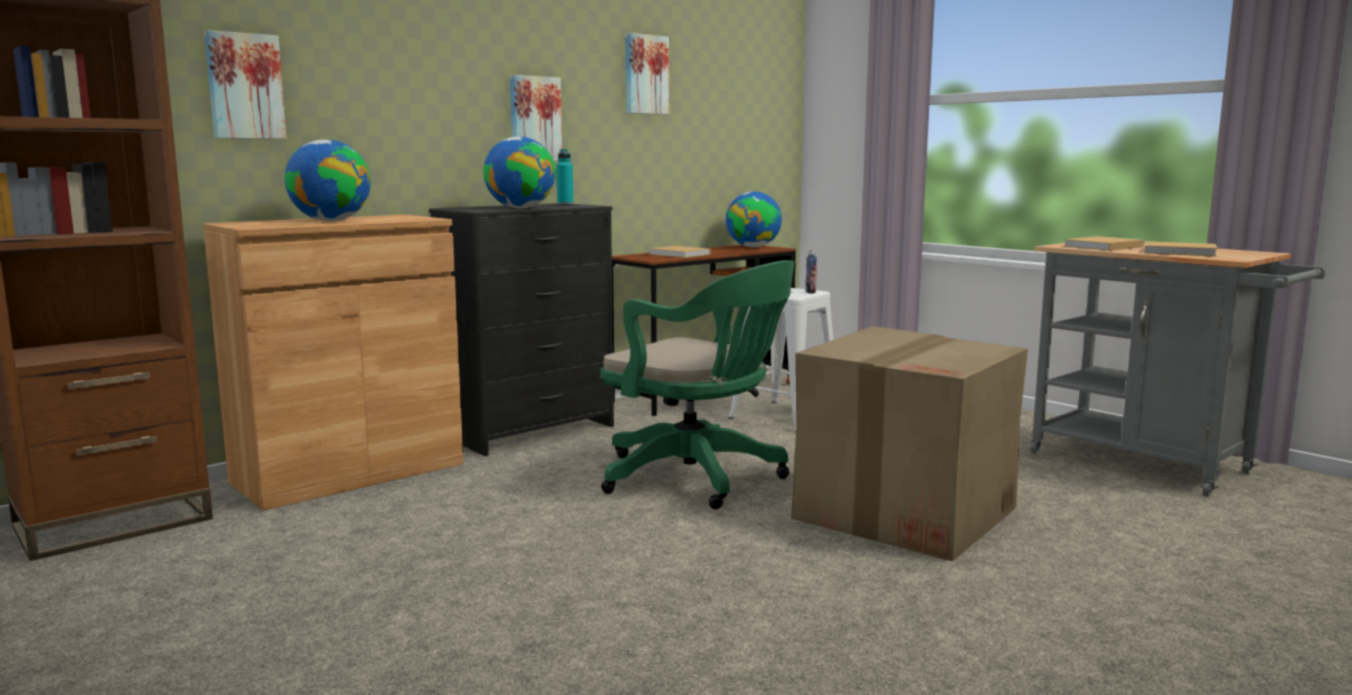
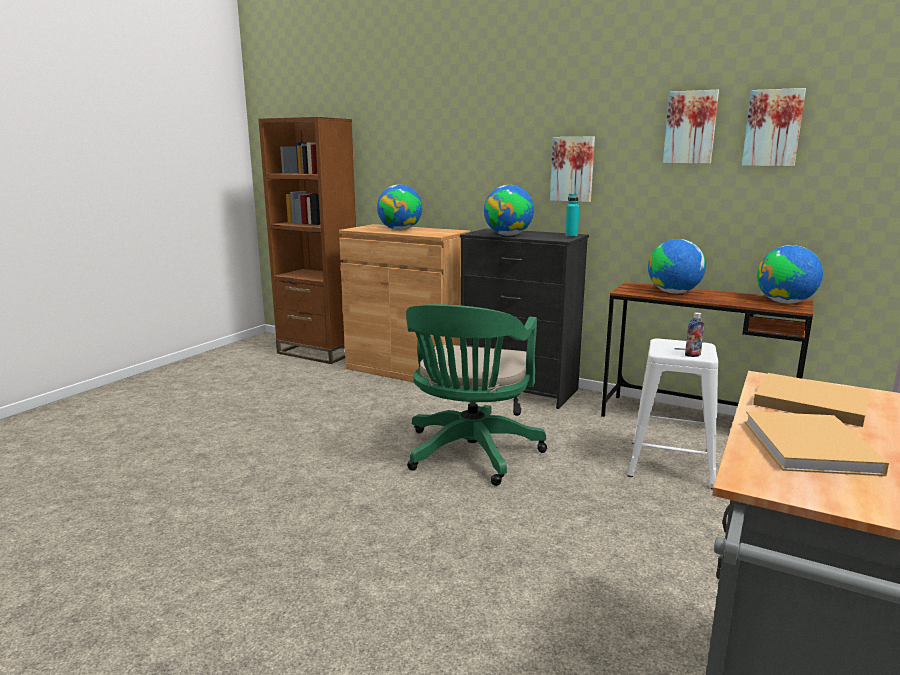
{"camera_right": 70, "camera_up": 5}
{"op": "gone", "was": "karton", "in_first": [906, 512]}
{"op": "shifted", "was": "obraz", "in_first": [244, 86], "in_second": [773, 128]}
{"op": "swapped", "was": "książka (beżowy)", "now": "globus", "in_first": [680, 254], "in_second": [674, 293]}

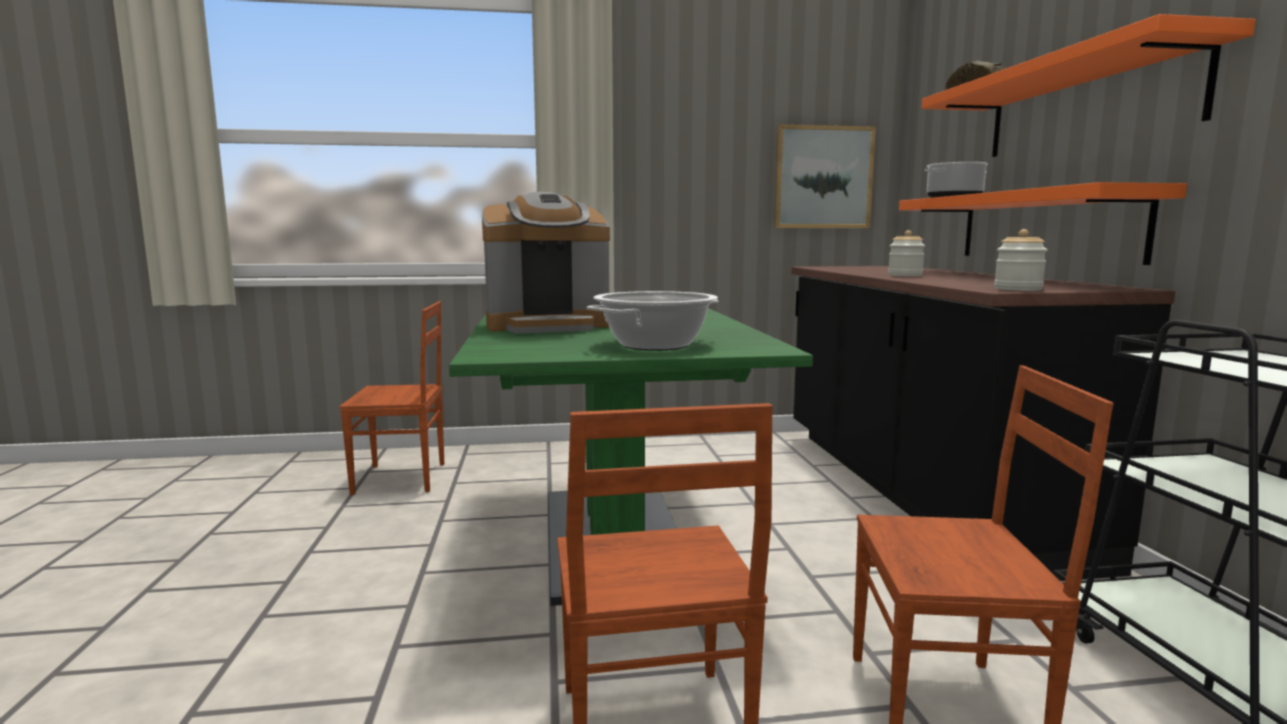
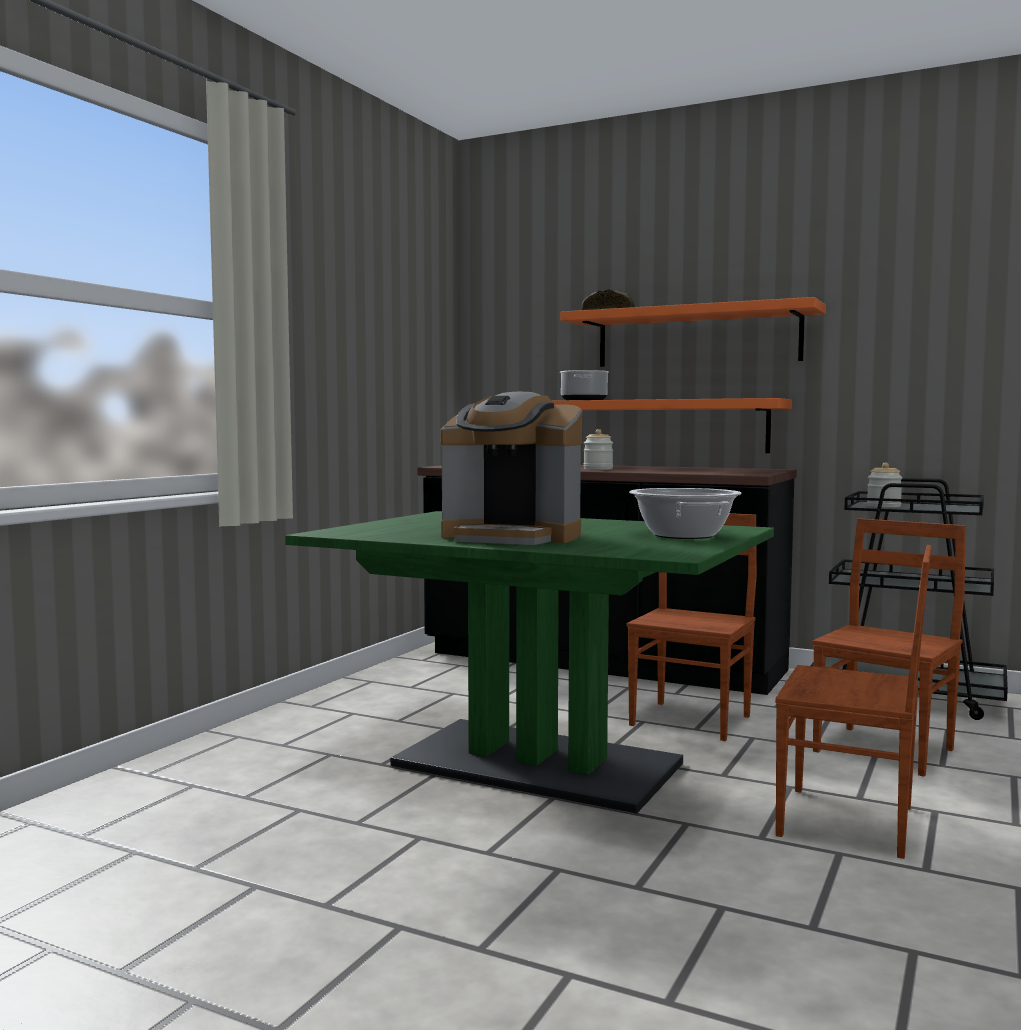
{"camera_right": -55, "camera_up": -5}
{"op": "gone", "was": "obraz", "in_first": [822, 178]}
{"op": "shifted", "was": "krzesło (brązowy)", "in_first": [401, 479], "in_second": [692, 720]}
{"op": "shifted", "was": "słoik", "in_first": [1017, 289], "in_second": [883, 506]}
{"op": "rotated", "was": "ekspres do kawy", "in_first": [548, 326], "in_second": [512, 537], "clockwise": 90}

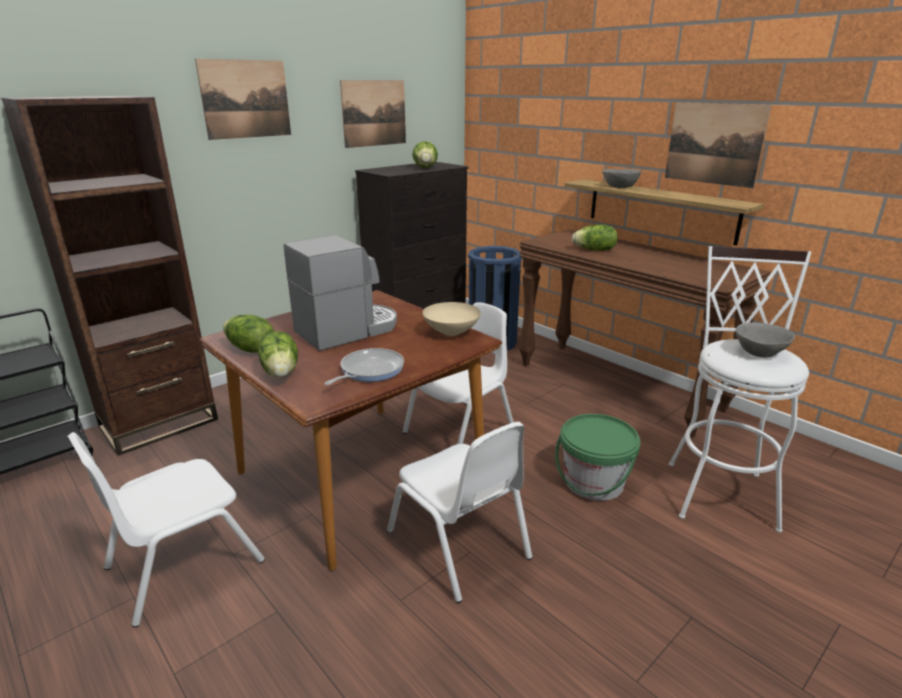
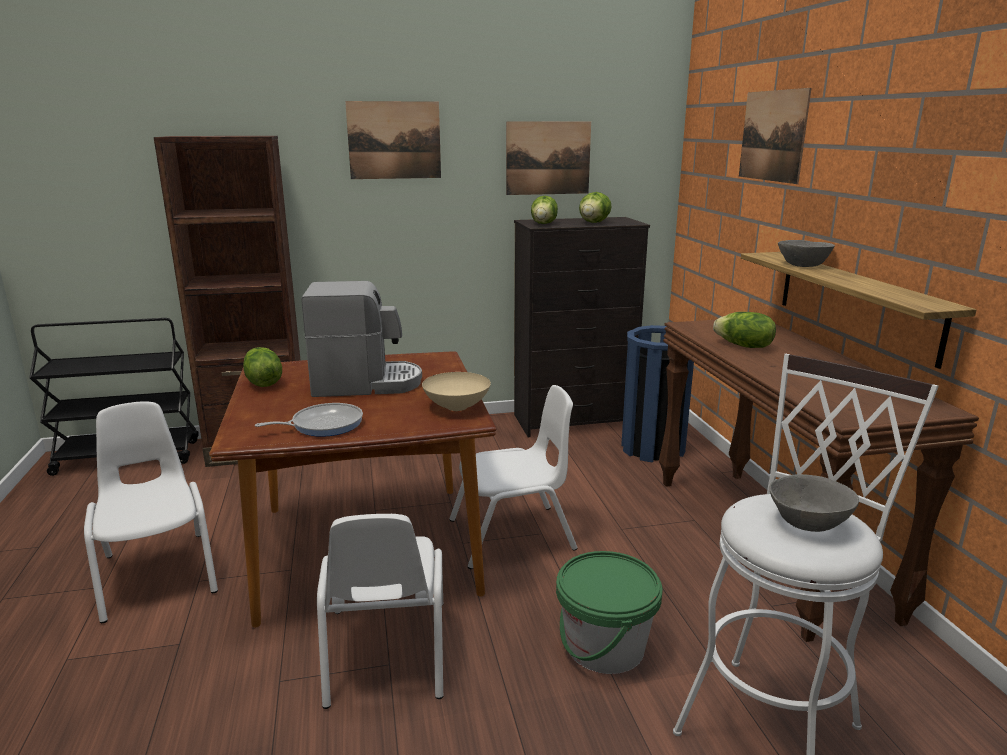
{"camera_right": 30, "camera_up": -5}
{"op": "shifted", "was": "sałata", "in_first": [281, 372], "in_second": [544, 224]}
{"op": "shifted", "was": "obraz", "in_first": [714, 144], "in_second": [772, 136]}
{"op": "rotated", "was": "krzesło (biały)", "in_first": [183, 564], "in_second": [158, 574], "clockwise": 75}

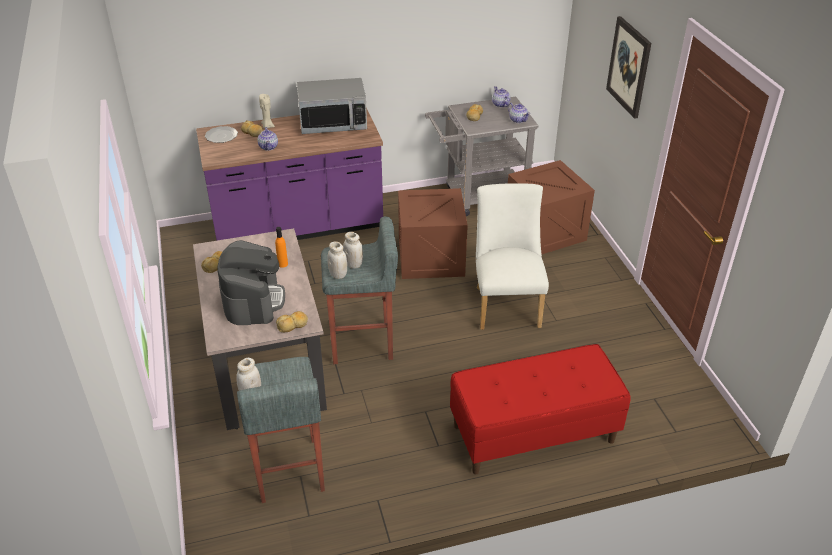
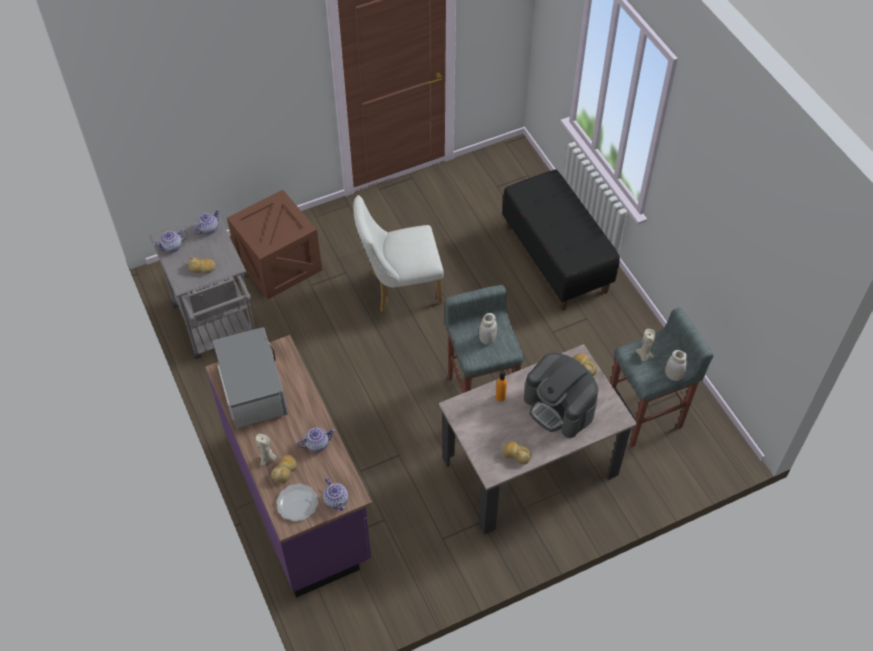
{"camera_right": -100, "camera_up": 15}
{"op": "gone", "was": "słoik (biały)", "in_first": [338, 275]}
{"op": "gone", "was": "skrzynka", "in_first": [431, 258]}
{"op": "gone", "was": "obraz", "in_first": [629, 67]}
{"op": "new", "now": "imbryk", "in_second": [336, 500]}
{"op": "new", "now": "świeca (beżowy)", "in_second": [644, 356]}
{"op": "repainted", "was": "ławka (czerwony)", "now": "ławka (czarny)", "in_first": [533, 434], "in_second": [556, 259]}
{"op": "rotated", "was": "ekspres do kawy", "in_first": [253, 300], "in_second": [559, 407], "clockwise": -120}

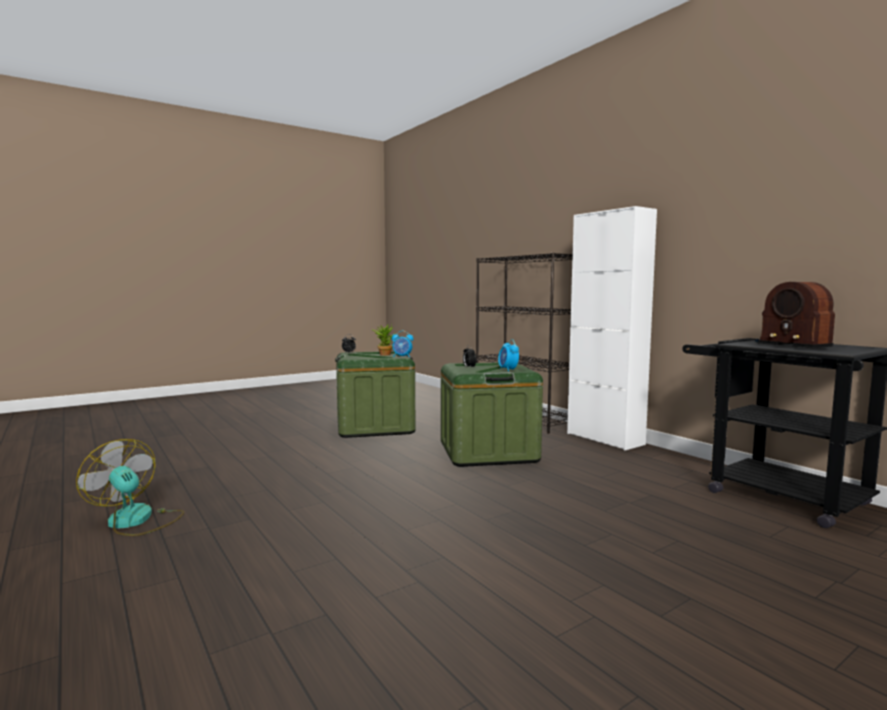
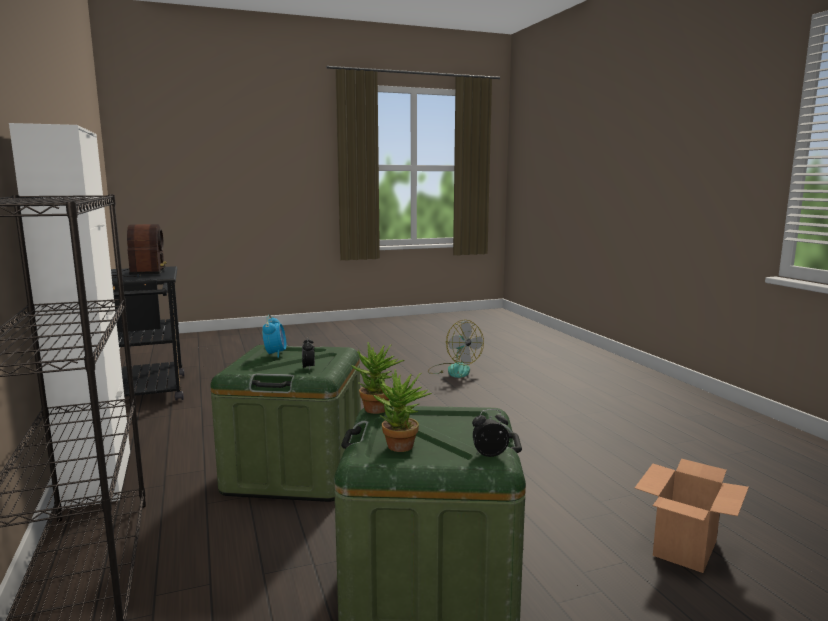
{"camera_right": -165, "camera_up": 5}
{"op": "new", "now": "karton", "in_second": [685, 548]}
{"op": "shifted", "was": "wentylator", "in_first": [136, 521], "in_second": [453, 370]}
{"op": "swapped", "was": "budzik", "now": "roślina doniczkowa", "in_first": [402, 357], "in_second": [377, 411]}

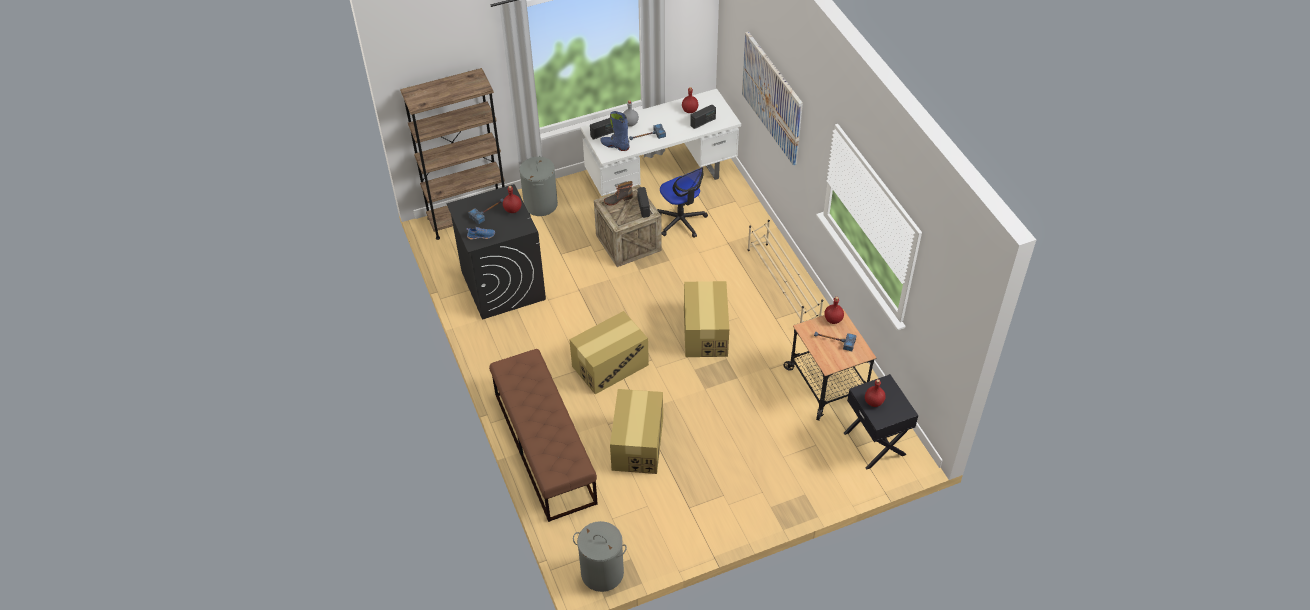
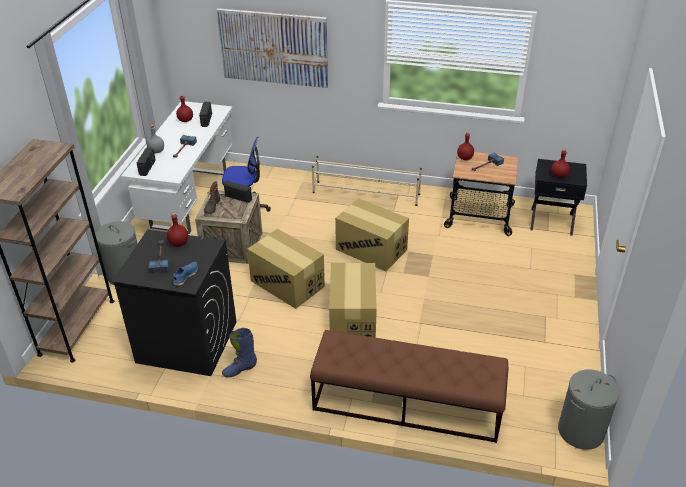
{"camera_right": -55, "camera_up": -10}
{"op": "shifted", "was": "but z cholewką (niebieski)", "in_first": [615, 145], "in_second": [239, 369]}
{"op": "shifted", "was": "karton", "in_first": [637, 444], "in_second": [287, 283]}

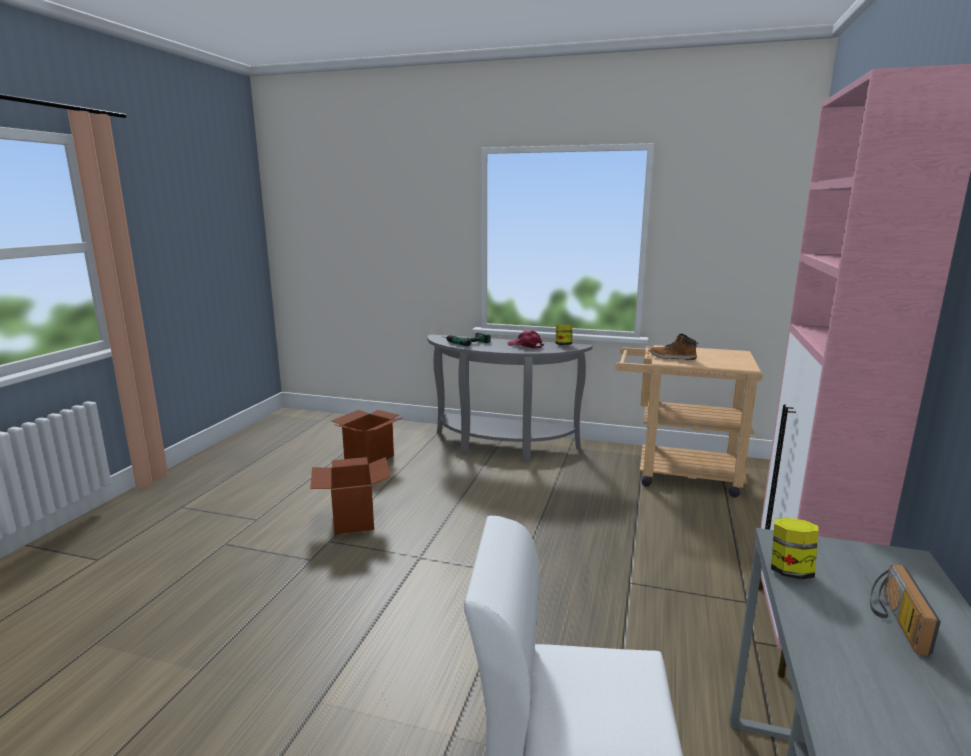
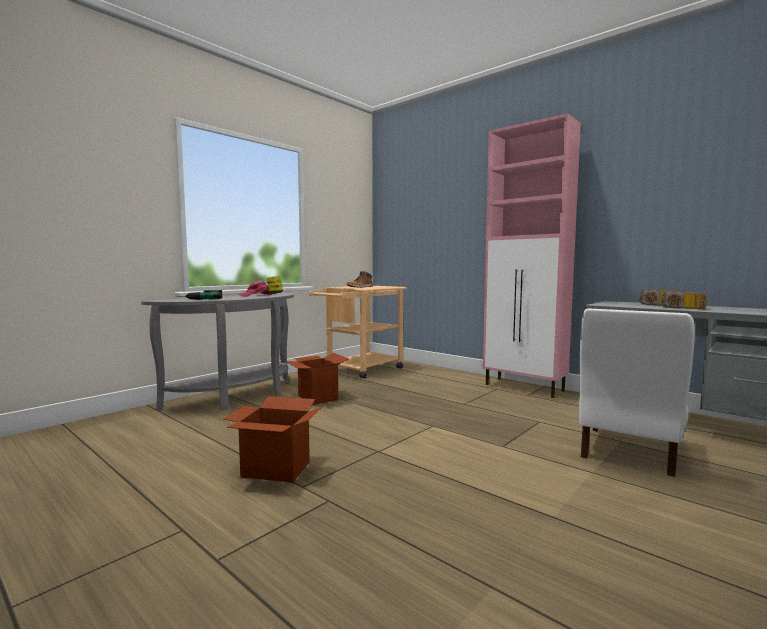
{"camera_right": -65, "camera_up": -10}
{"op": "gone", "was": "słoik", "in_first": [790, 571]}
{"op": "new", "now": "radio", "in_second": [682, 308]}
{"op": "shifted", "was": "karton", "in_first": [369, 459], "in_second": [317, 398]}

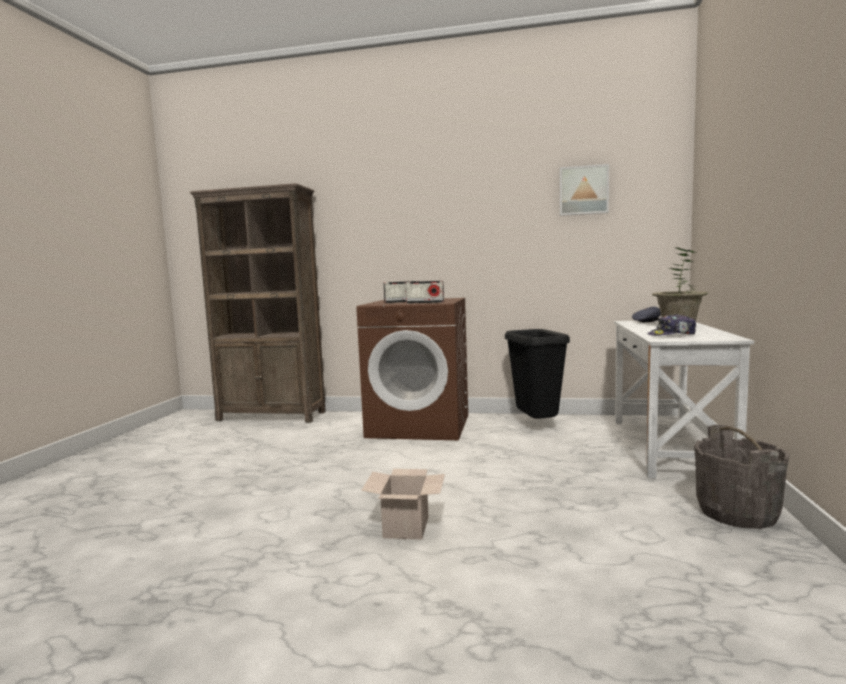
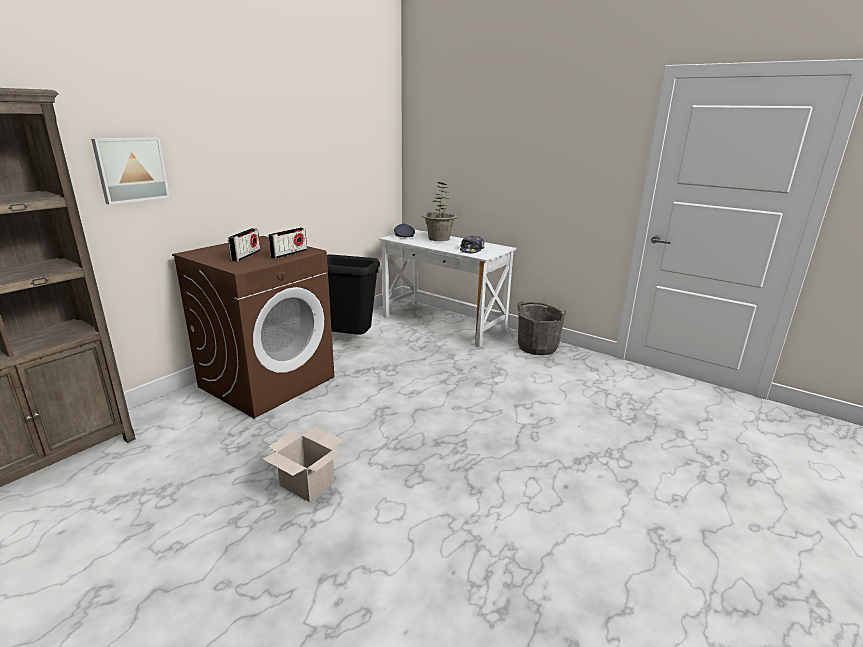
{"camera_right": -65, "camera_up": 15}
{"op": "shifted", "was": "karton", "in_first": [407, 527], "in_second": [308, 484]}
{"op": "shifted", "was": "obraz", "in_first": [583, 190], "in_second": [131, 169]}

